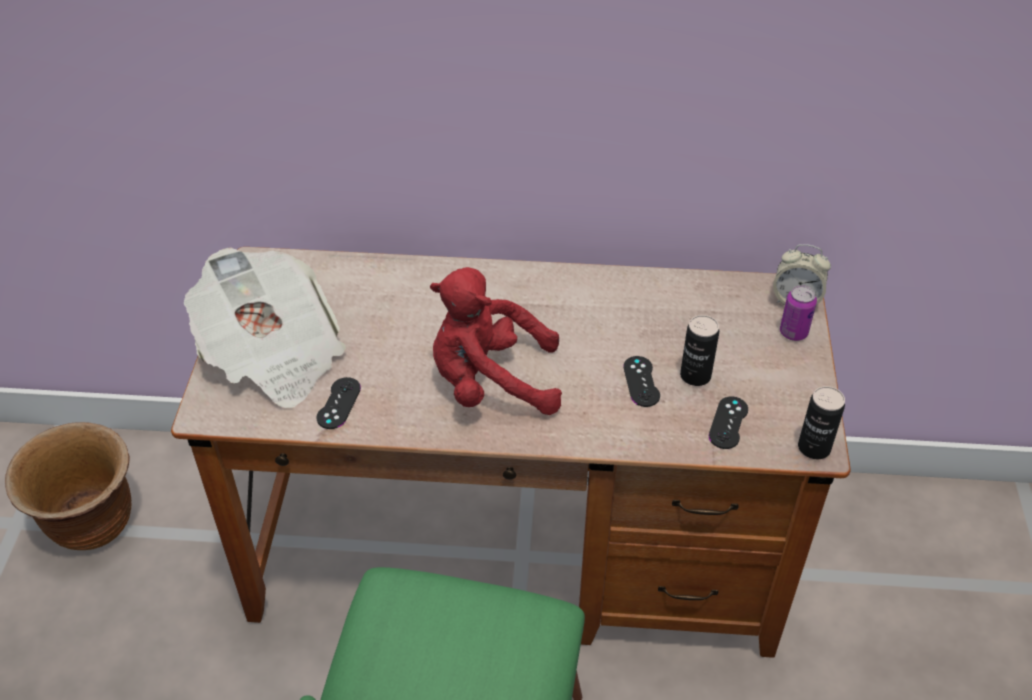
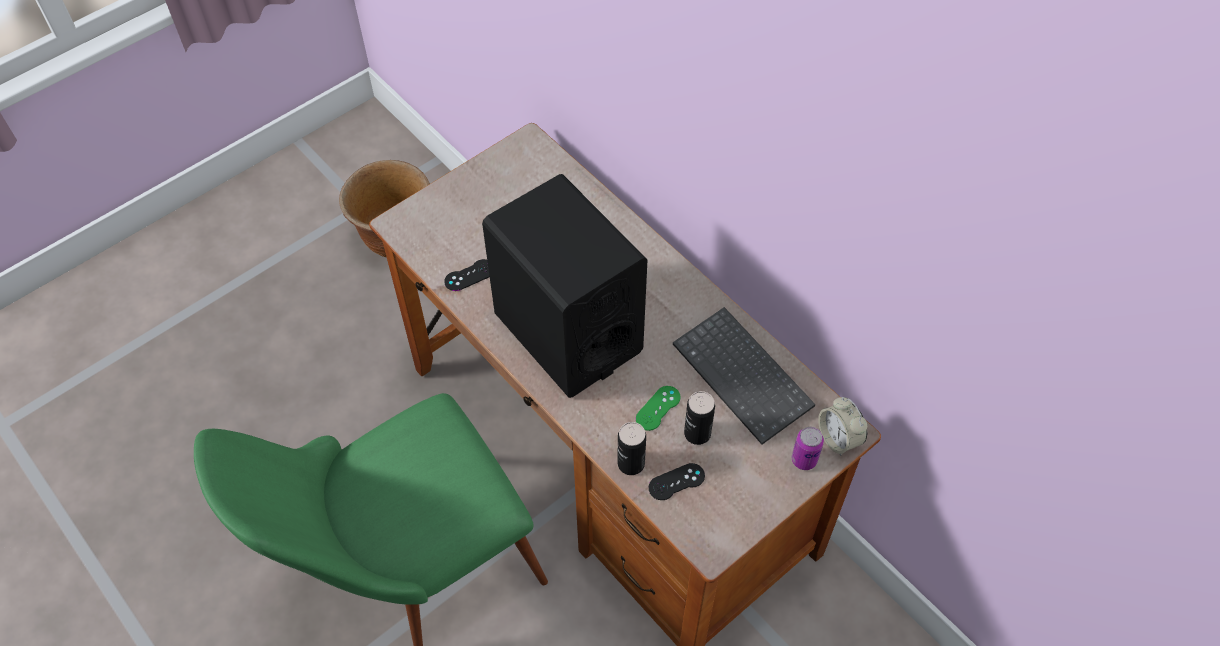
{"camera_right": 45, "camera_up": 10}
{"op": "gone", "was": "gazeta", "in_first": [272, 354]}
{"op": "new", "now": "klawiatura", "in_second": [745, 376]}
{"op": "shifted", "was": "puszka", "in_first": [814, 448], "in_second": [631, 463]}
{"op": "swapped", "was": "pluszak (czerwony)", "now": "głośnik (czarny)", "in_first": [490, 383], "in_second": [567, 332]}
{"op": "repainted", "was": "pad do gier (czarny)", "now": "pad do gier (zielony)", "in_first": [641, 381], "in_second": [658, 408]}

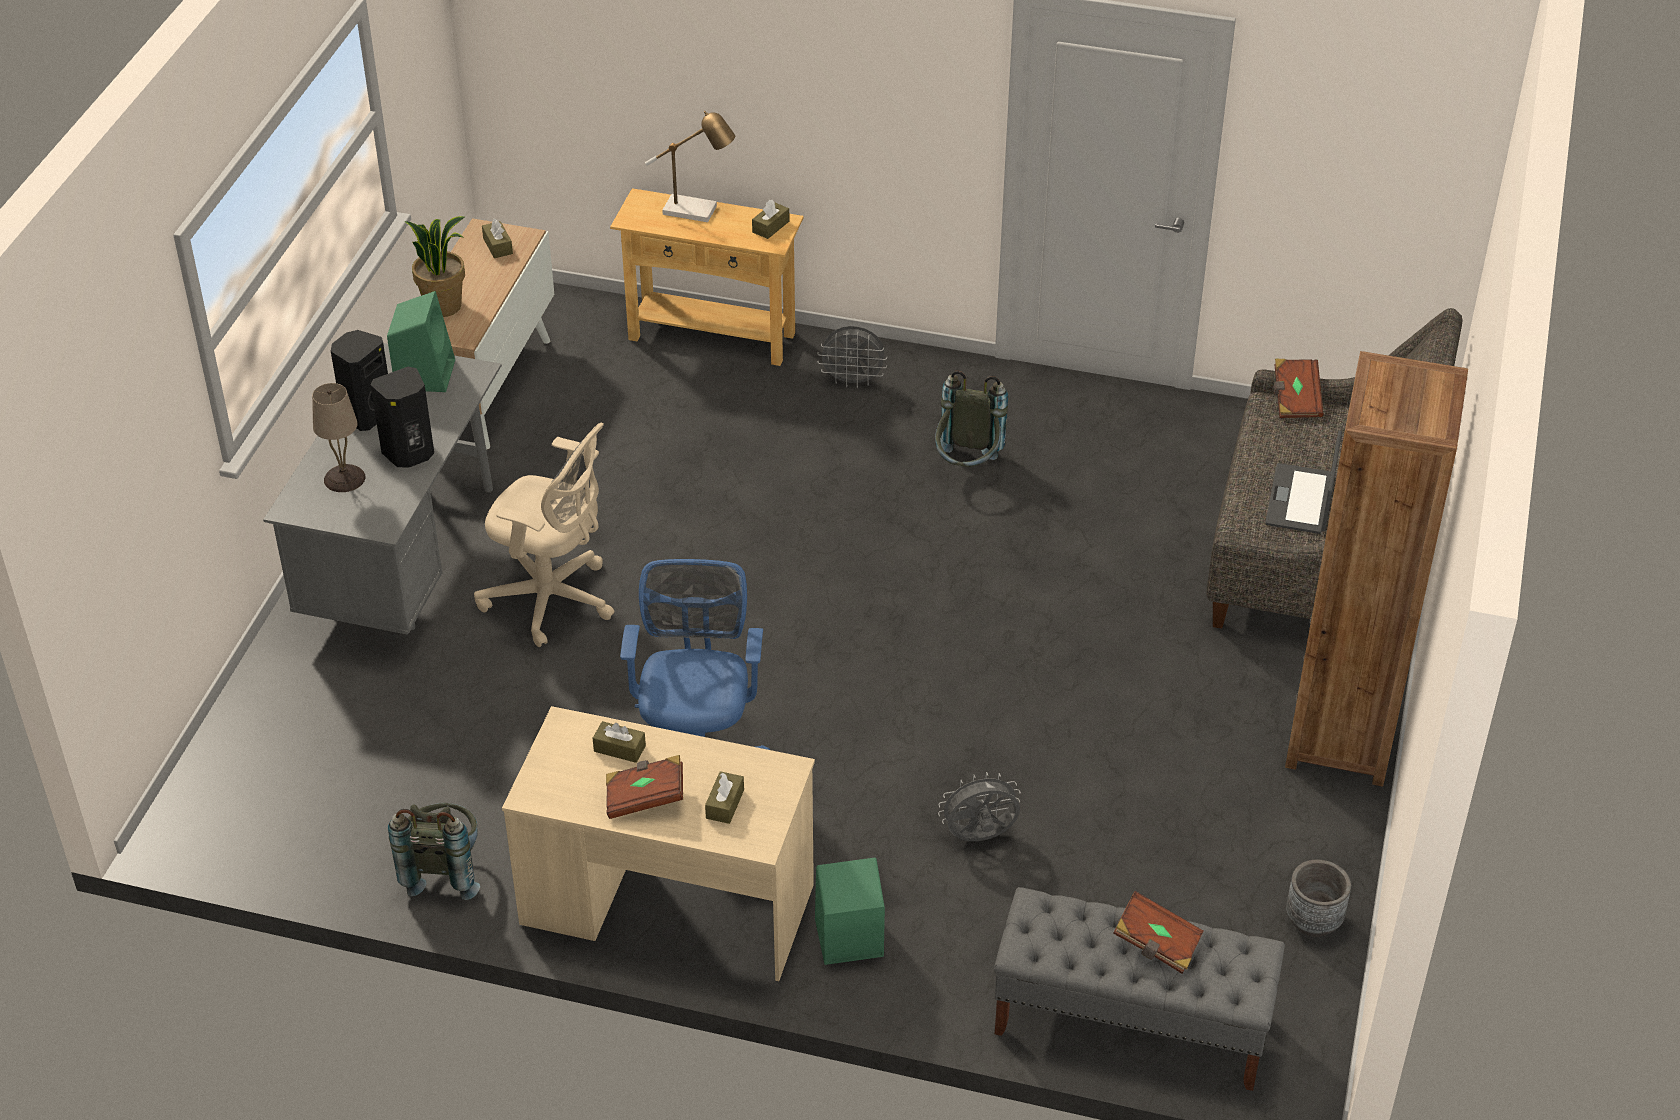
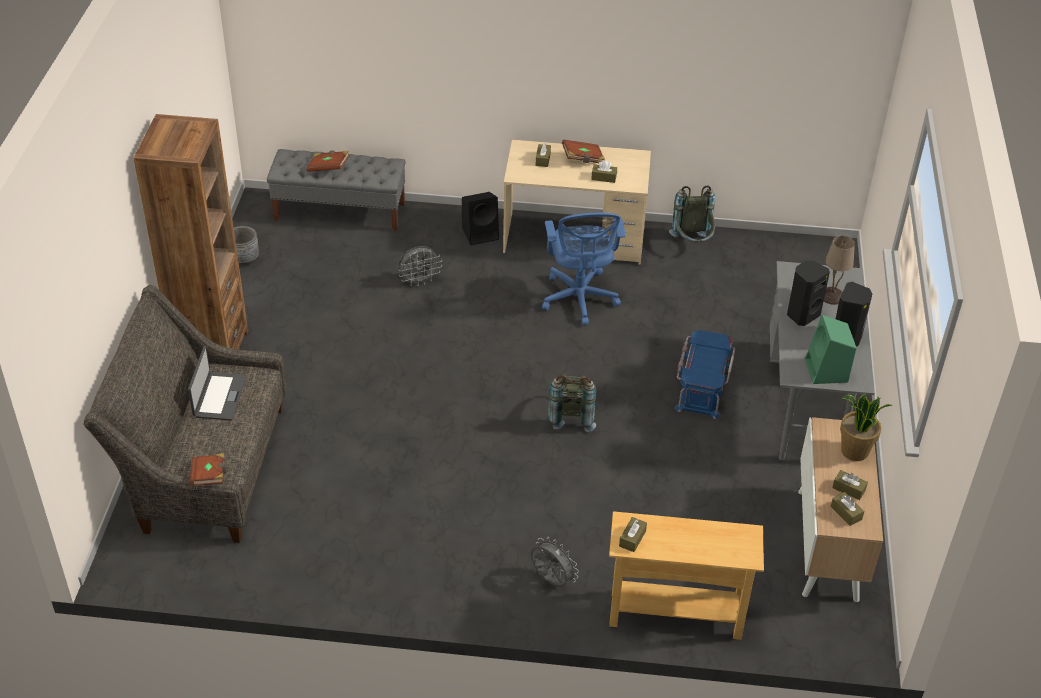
{"camera_right": 170, "camera_up": 0}
{"op": "gone", "was": "lampa stołowa", "in_first": [697, 211]}
{"op": "new", "now": "pudełko chusteczek (brązowy)", "in_second": [848, 489]}
{"op": "shifted", "was": "plecak (szary)", "in_first": [967, 468], "in_second": [571, 415]}
{"op": "swapped", "was": "krzesło biurowe (beżowy)", "now": "pojemnik do przechowywania (niebieski)", "in_first": [553, 600], "in_second": [702, 386]}
{"op": "repainted", "was": "głośnik (zielony)", "now": "głośnik (czarny)", "in_first": [847, 939], "in_second": [481, 233]}
{"op": "rotated", "was": "wentylator (szary)", "in_first": [853, 381], "in_second": [551, 581], "clockwise": 45}

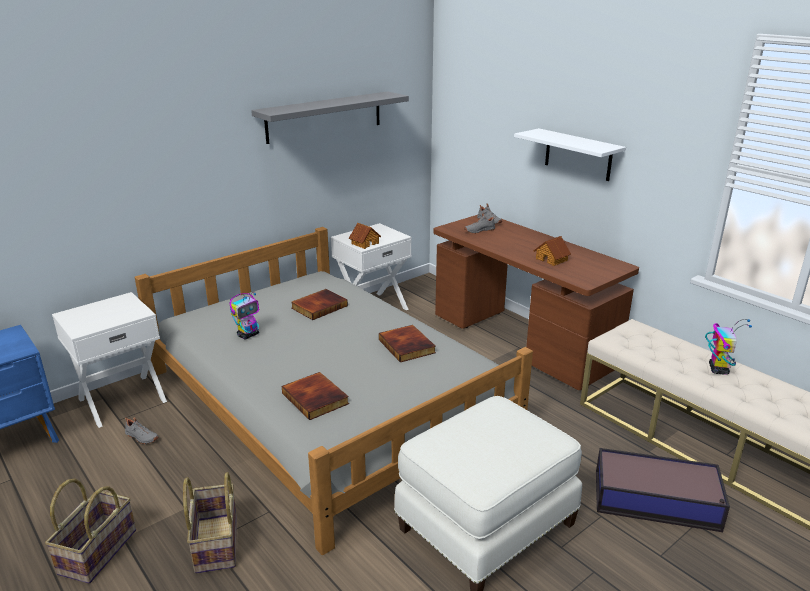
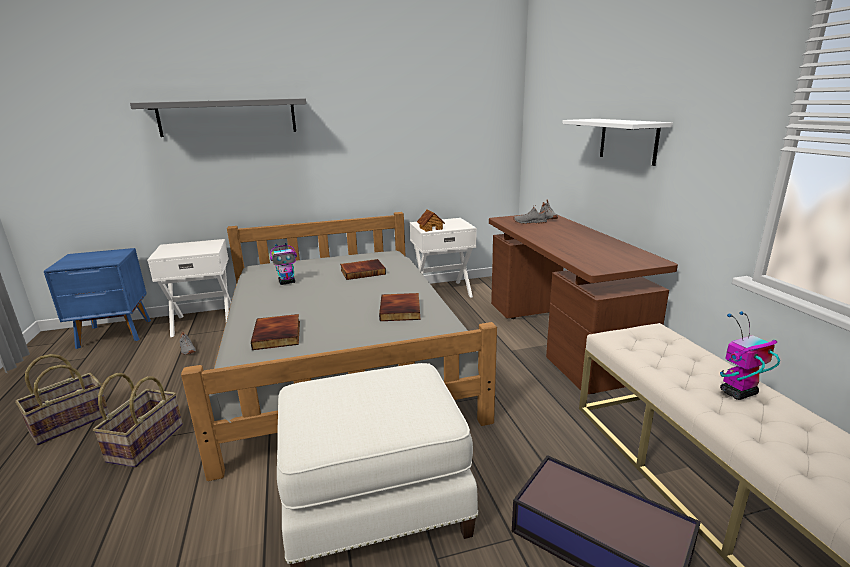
{"camera_right": 25, "camera_up": -5}
{"op": "gone", "was": "domek", "in_first": [551, 259]}
{"op": "shifted", "was": "półka (szary)", "in_first": [324, 117], "in_second": [228, 117]}
{"op": "rotated", "was": "robot zabawkowy", "in_first": [718, 369], "in_second": [738, 393], "clockwise": -150}

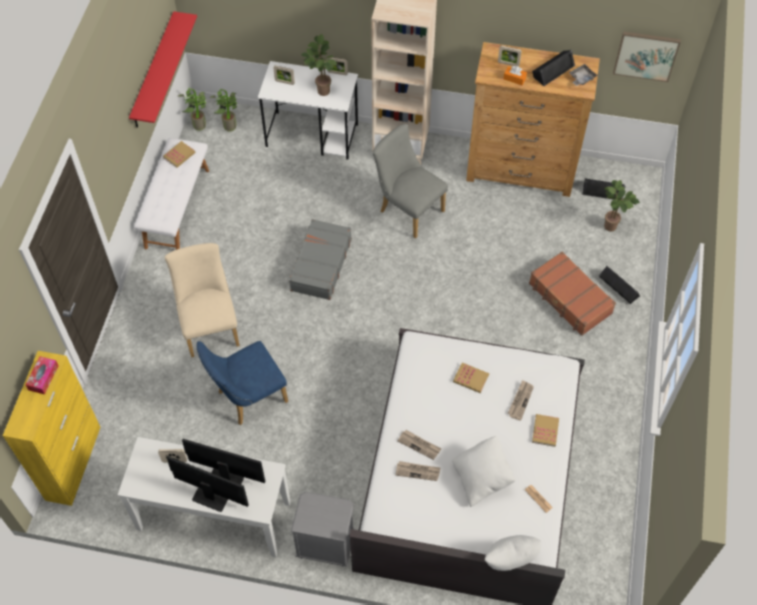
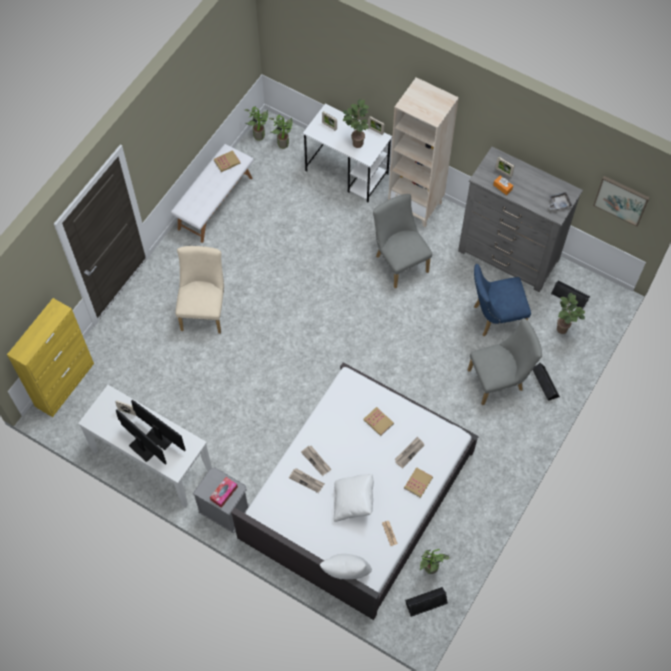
{"camera_right": 20, "camera_up": 5}
{"op": "gone", "was": "półka (czerwony)", "in_first": [153, 71]}
{"op": "gone", "was": "walizka (szary)", "in_first": [320, 265]}
{"op": "new", "now": "roślina doniczkowa", "in_second": [430, 570]}
{"op": "shifted", "was": "pudełko chusteczek", "in_first": [43, 378], "in_second": [224, 493]}
{"op": "shifted", "was": "krzesło (niebieski)", "in_first": [247, 398], "in_second": [494, 317]}
{"op": "shifted", "was": "głośnik (czarny)", "in_first": [552, 70], "in_second": [426, 601]}
{"op": "swapped", "was": "walizka (brązowy)", "now": "krzesło (szary)", "in_first": [569, 299], "in_second": [499, 380]}
{"op": "repainted", "was": "komoda (brązowy)", "now": "komoda (szary)", "in_first": [521, 169], "in_second": [508, 255]}

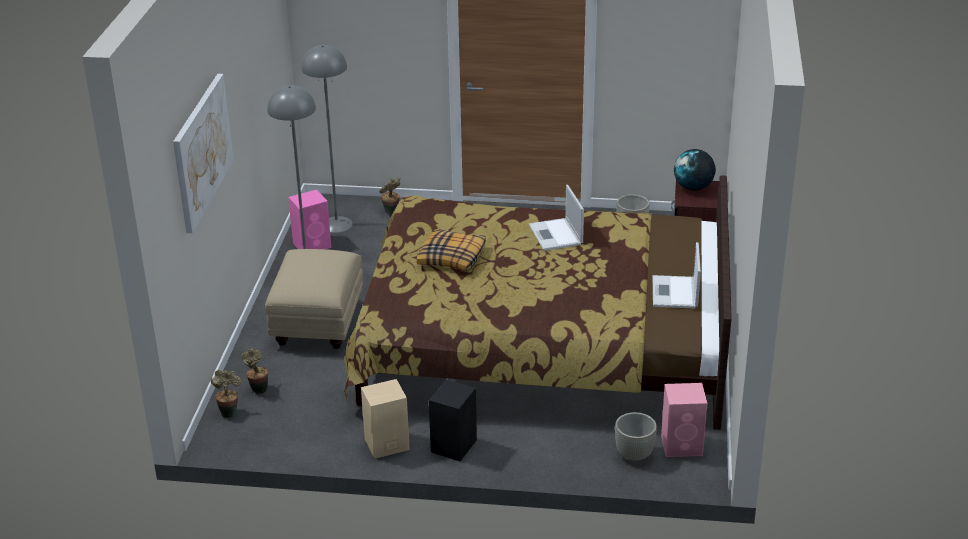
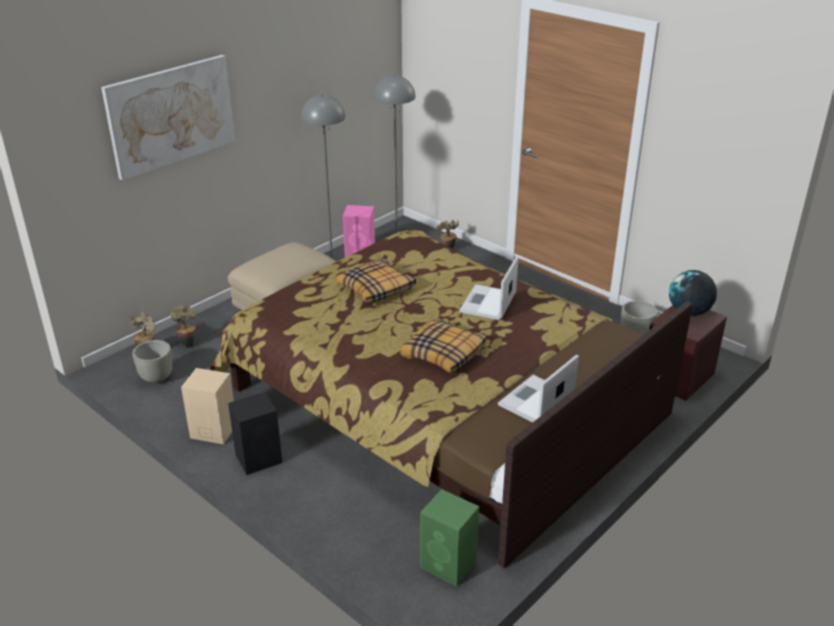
{"camera_right": 35, "camera_up": 0}
{"op": "new", "now": "poduszka", "in_second": [444, 354]}
{"op": "shifted", "was": "donica (szary)", "in_first": [634, 455], "in_second": [157, 378]}
{"op": "repainted", "was": "głośnik (różowy)", "now": "głośnik (zielony)", "in_first": [683, 445], "in_second": [449, 565]}

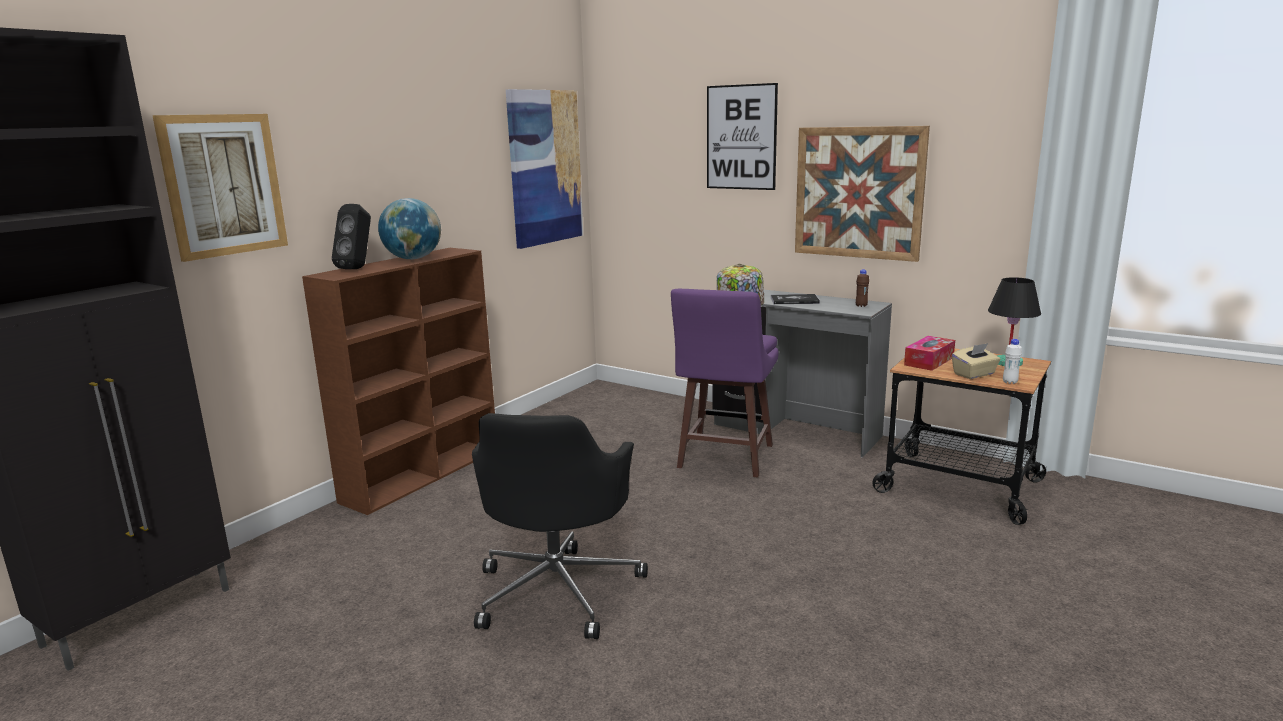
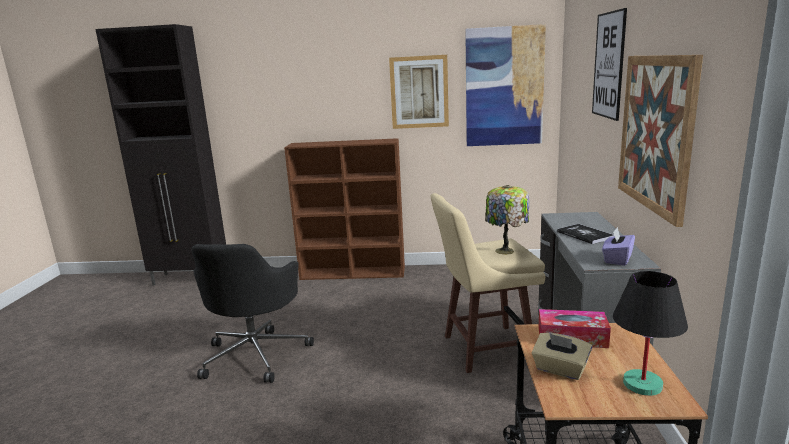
{"camera_right": 60, "camera_up": 0}
{"op": "gone", "was": "głośnik (czarny)", "in_first": [358, 268]}
{"op": "gone", "was": "globus", "in_first": [413, 259]}
{"op": "gone", "was": "butelka (biały)", "in_first": [1010, 382]}
{"op": "shifted", "was": "obraz", "in_first": [224, 185], "in_second": [419, 92]}
{"op": "swapped", "was": "butelka (brązowy)", "now": "pudełko chusteczek (fioletowy)", "in_first": [861, 306], "in_second": [617, 259]}
{"op": "repainted", "was": "stołek (fioletowy)", "now": "stołek (beżowy)", "in_first": [724, 457], "in_second": [485, 348]}
{"op": "rotated", "was": "krzesło biurowe (czarny)", "in_first": [558, 589], "in_second": [256, 354], "clockwise": -60}

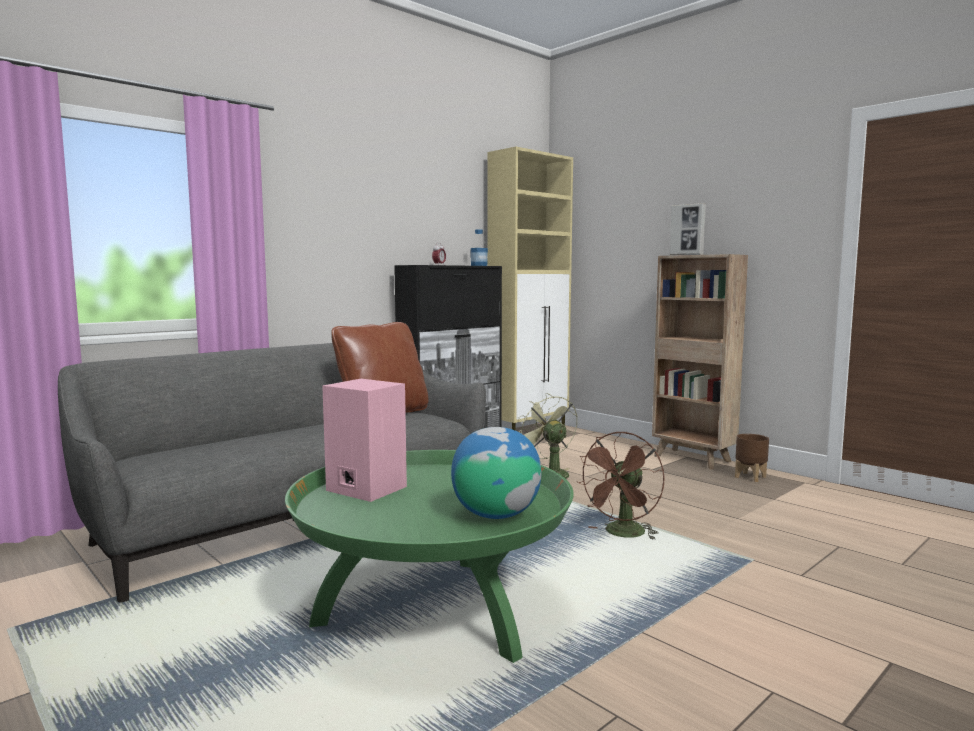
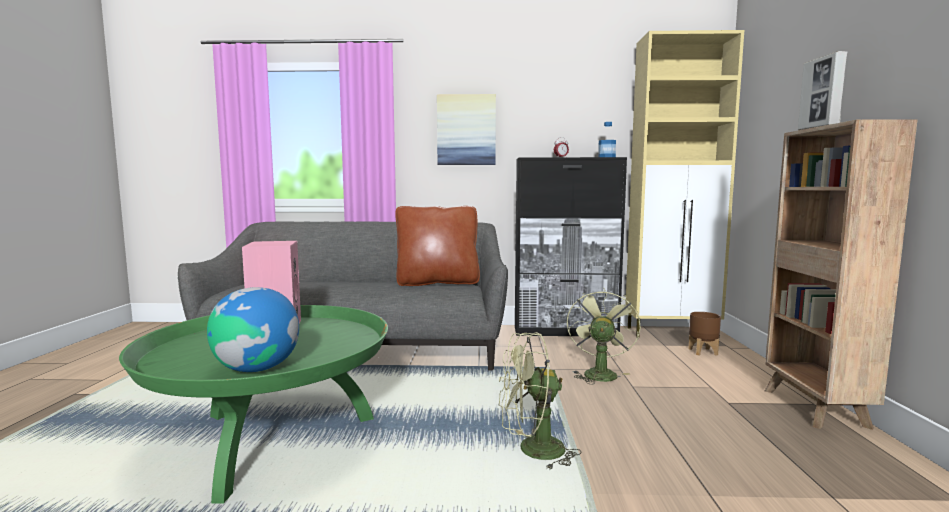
{"camera_right": 45, "camera_up": 0}
{"op": "new", "now": "obraz", "in_second": [466, 130]}
{"op": "shifted", "was": "donica (brązowy)", "in_first": [750, 477], "in_second": [703, 352]}
{"op": "repainted", "was": "wentylator (brązowy)", "now": "wentylator (zielony)", "in_first": [622, 534], "in_second": [532, 451]}

